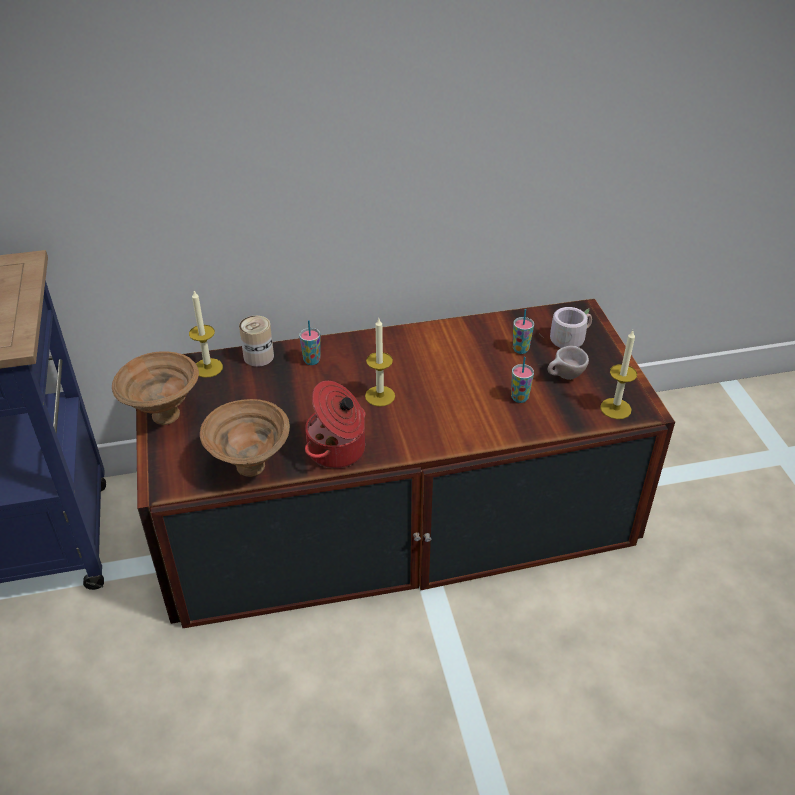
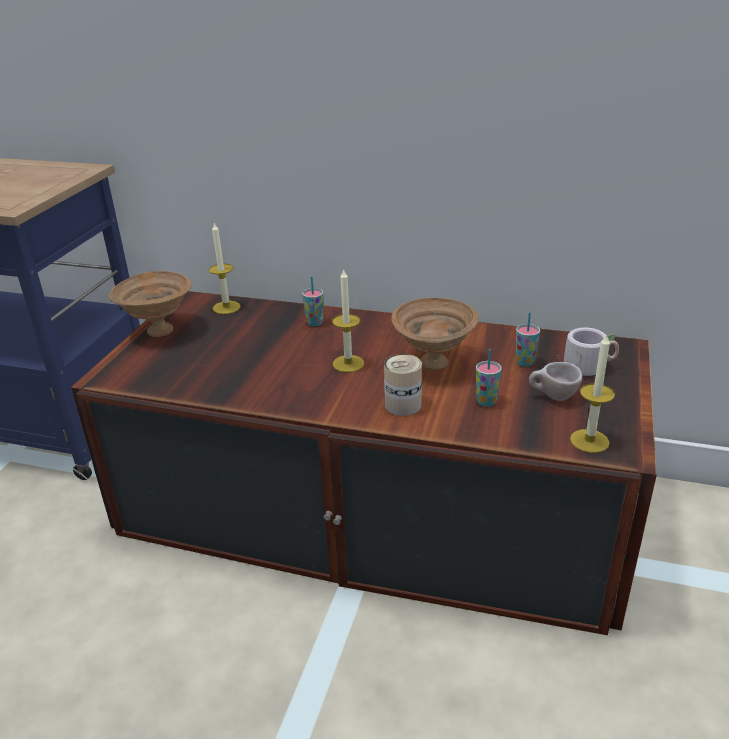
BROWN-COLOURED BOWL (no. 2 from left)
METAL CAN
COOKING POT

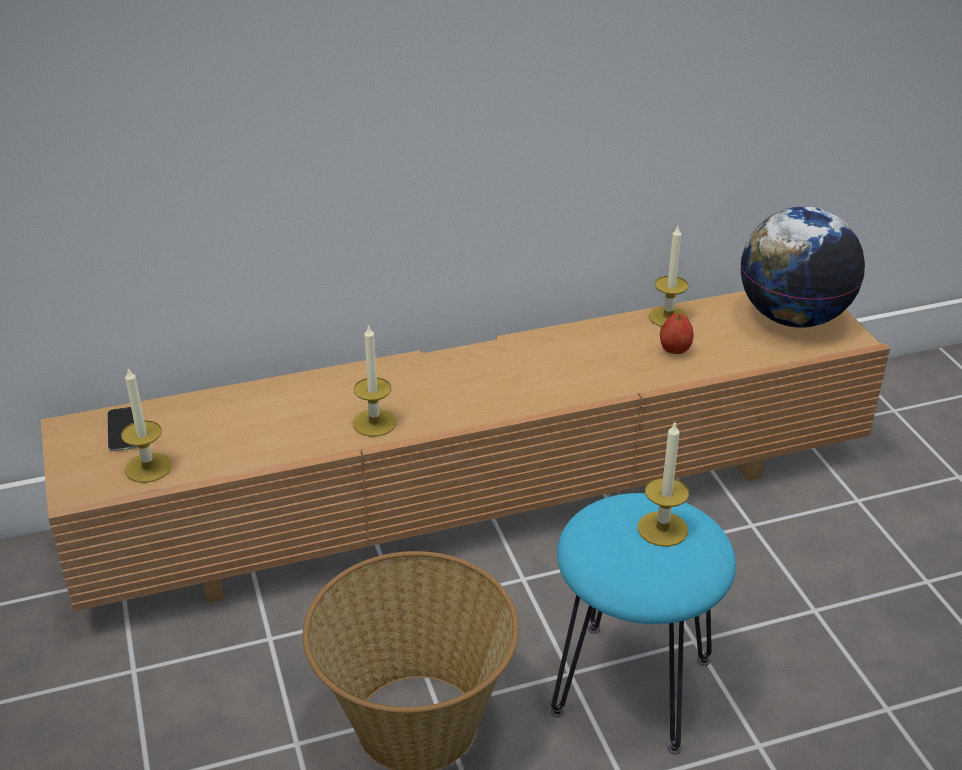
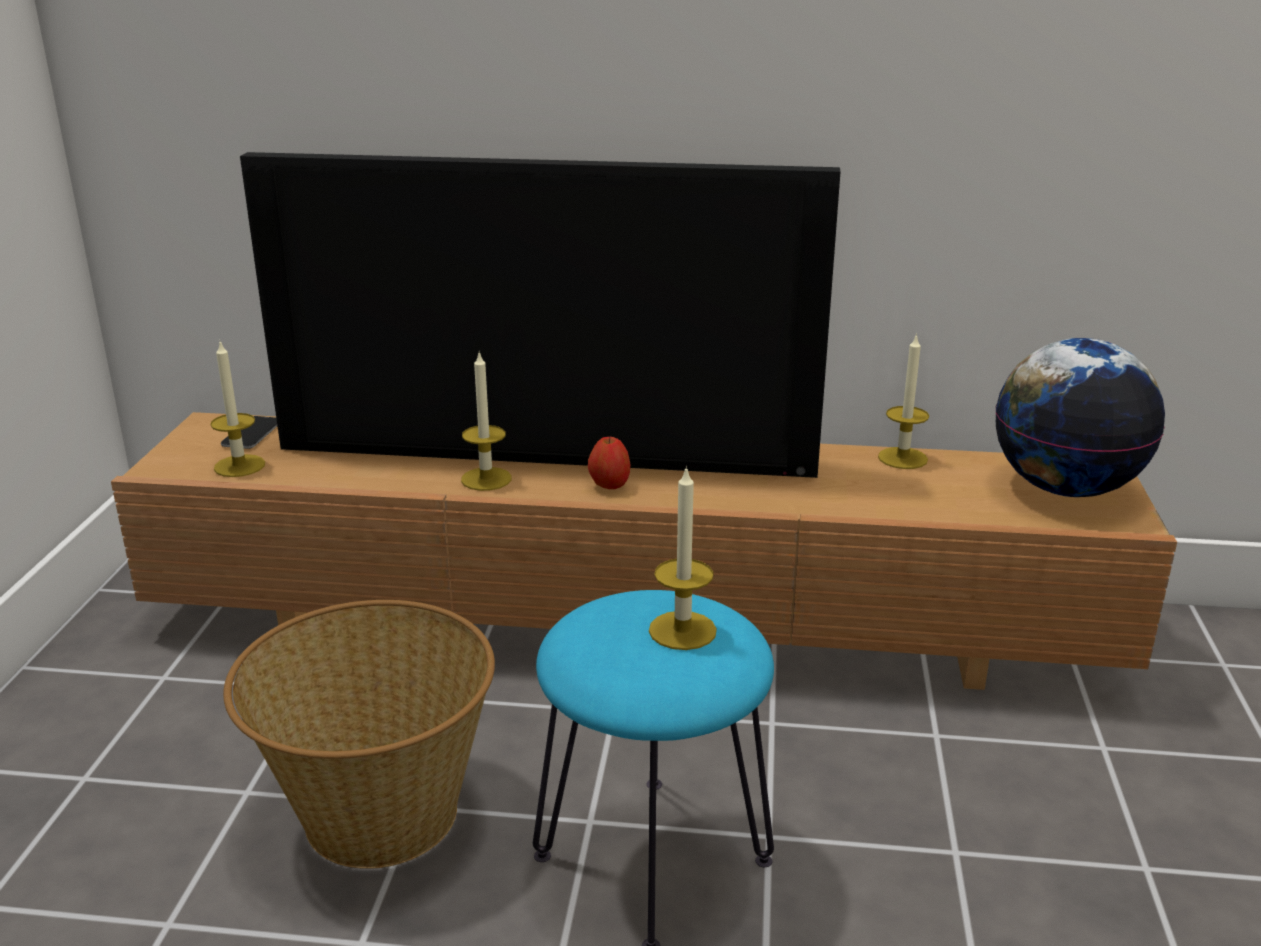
APPLE FRUIT
TV SET

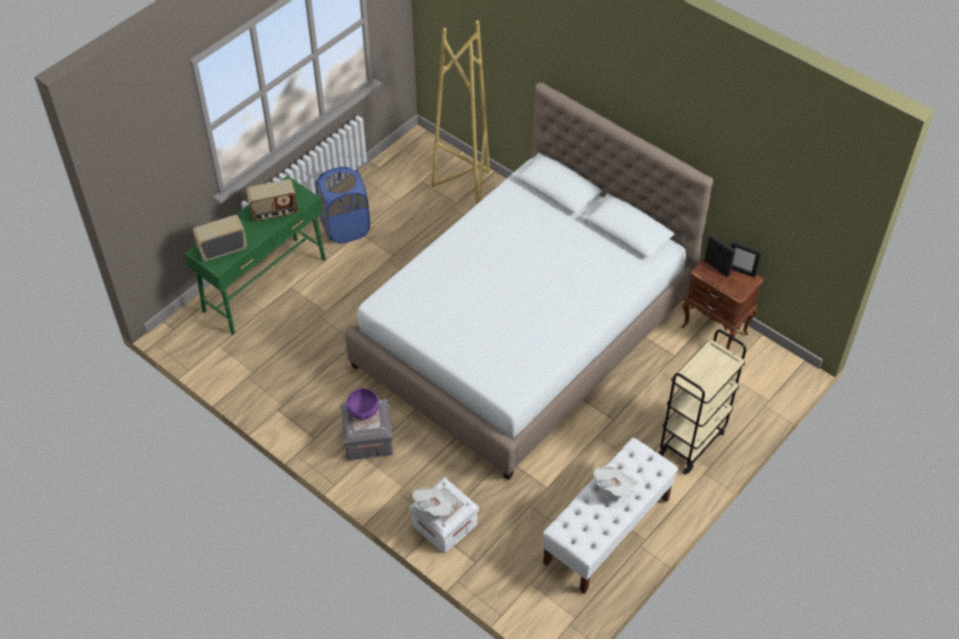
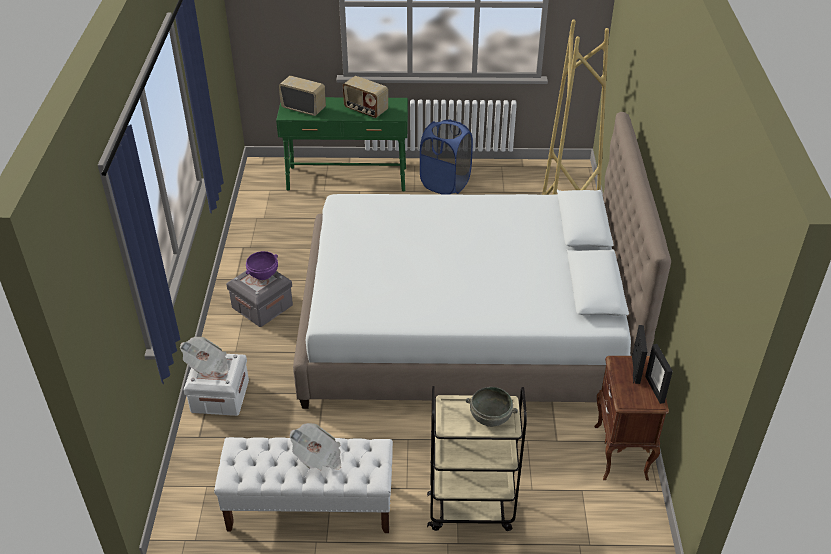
GREY BOWL

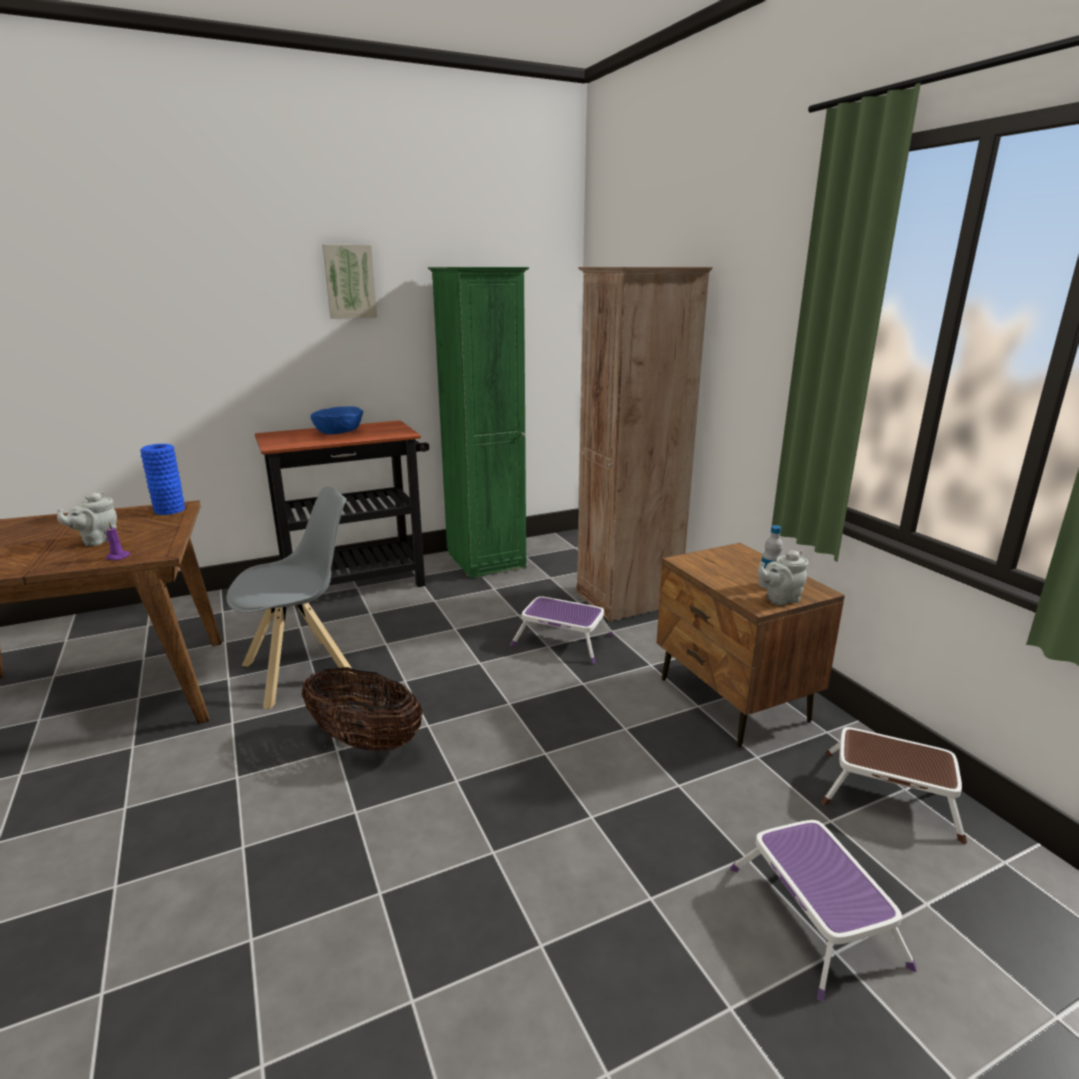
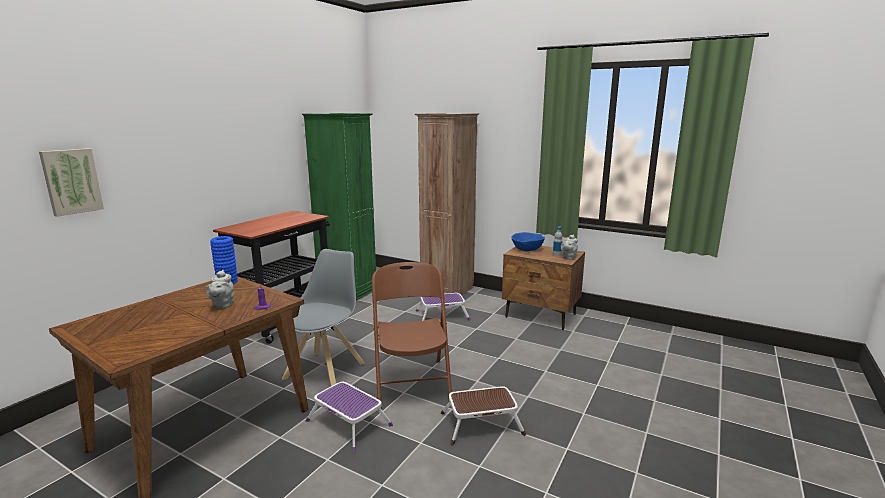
BROWN-COLOURED UPRIGHT CHAIR
BLUE BOWL
WALL ART
PURPLISH STEP LADDER (no. 1 from left)
BROWN-COLOURED STEP LADDER

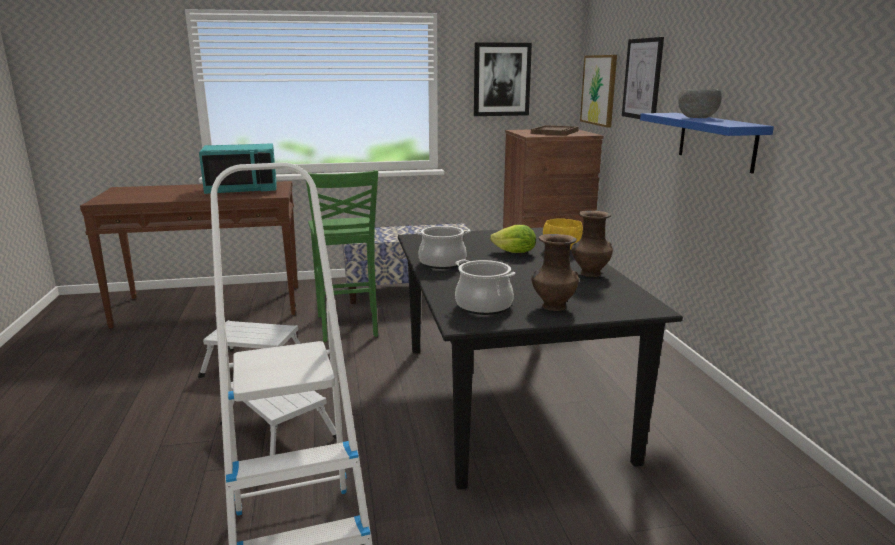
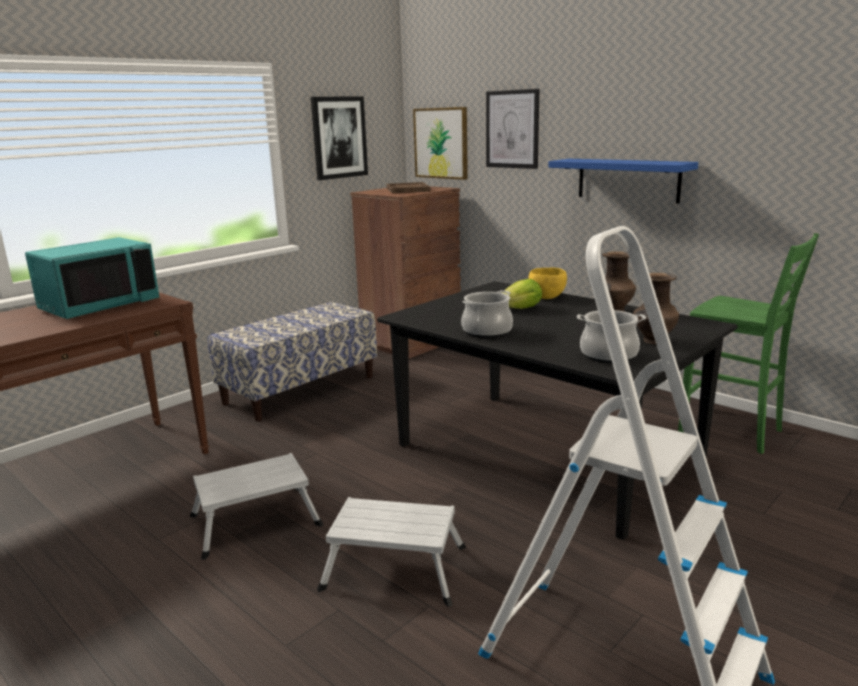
GREEN STOOL SEAT
GREY BOWL

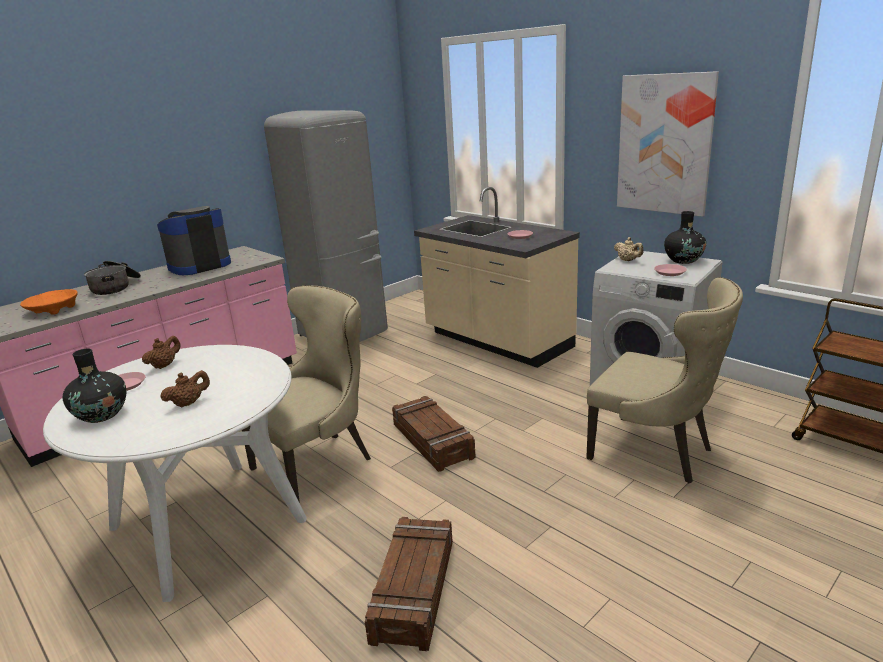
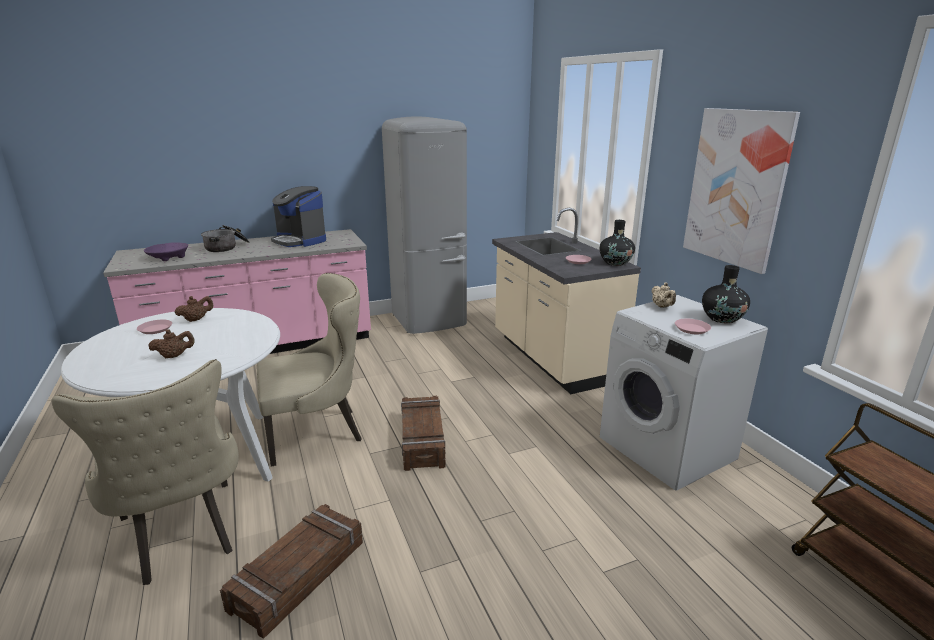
PURPLISH BOWL
BLACKISH FLOWER VASE (no. 1 from left)
COFFEE MACHINE
BEIGE UPRIGHT CHAIR (no. 1 from left)

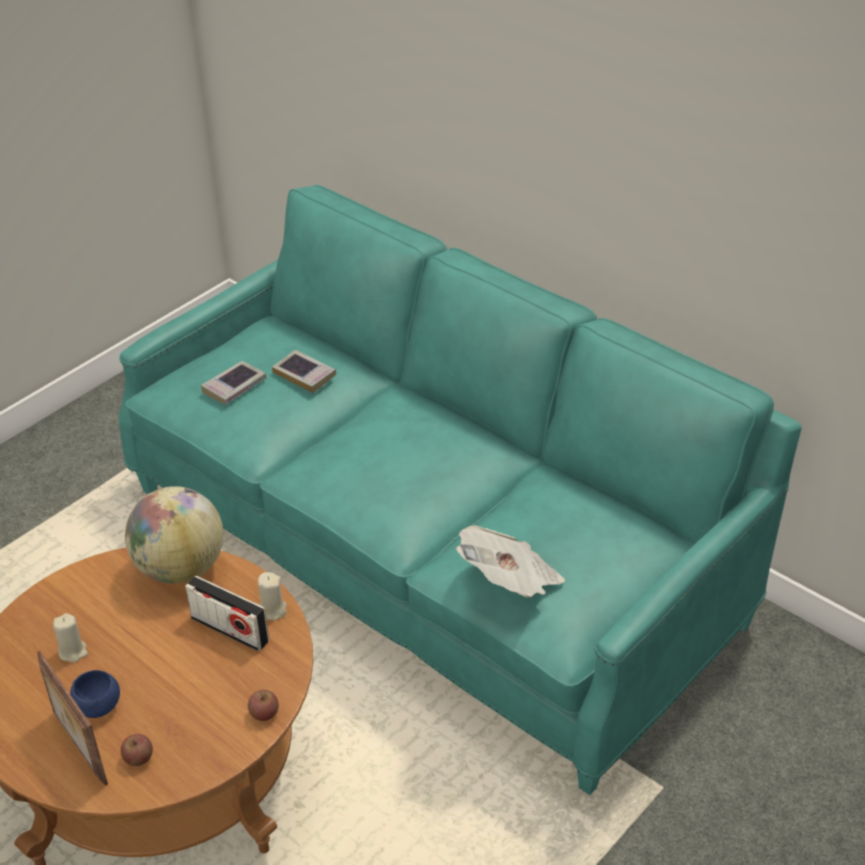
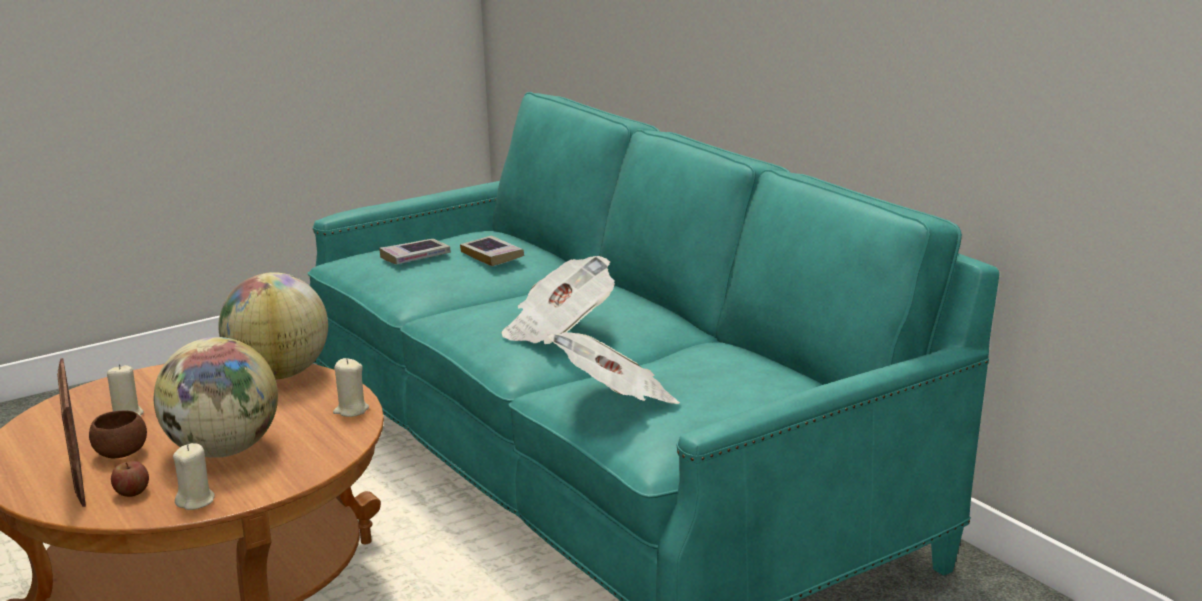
BROWN-COLOURED BOWL
RADIO
APPLE FRUIT (no. 2 from left in the first image)
WORLD GLOBE (no. 1 from left)
BEIGE WAX CANDLE (no. 2 from left)
PRINTED PAPER (no. 1 from left)

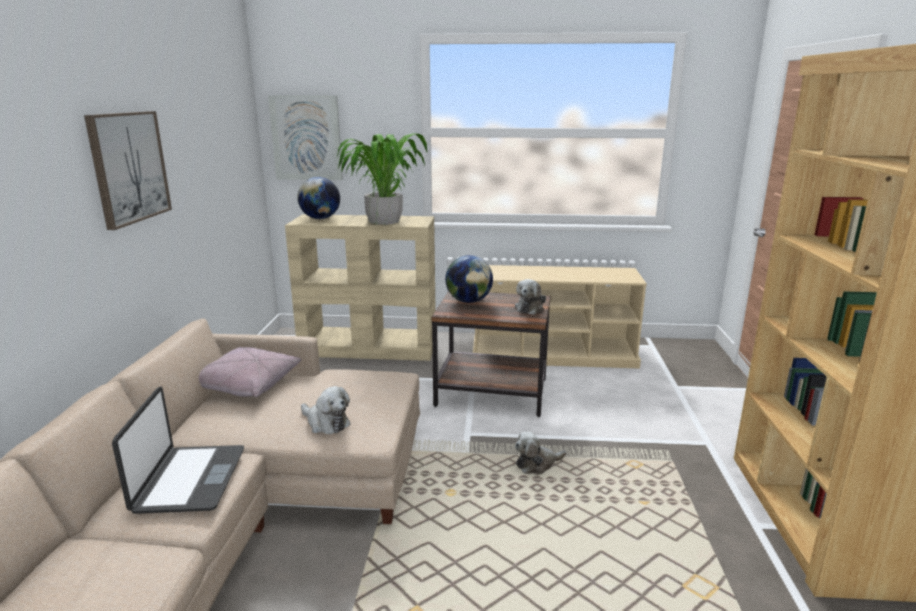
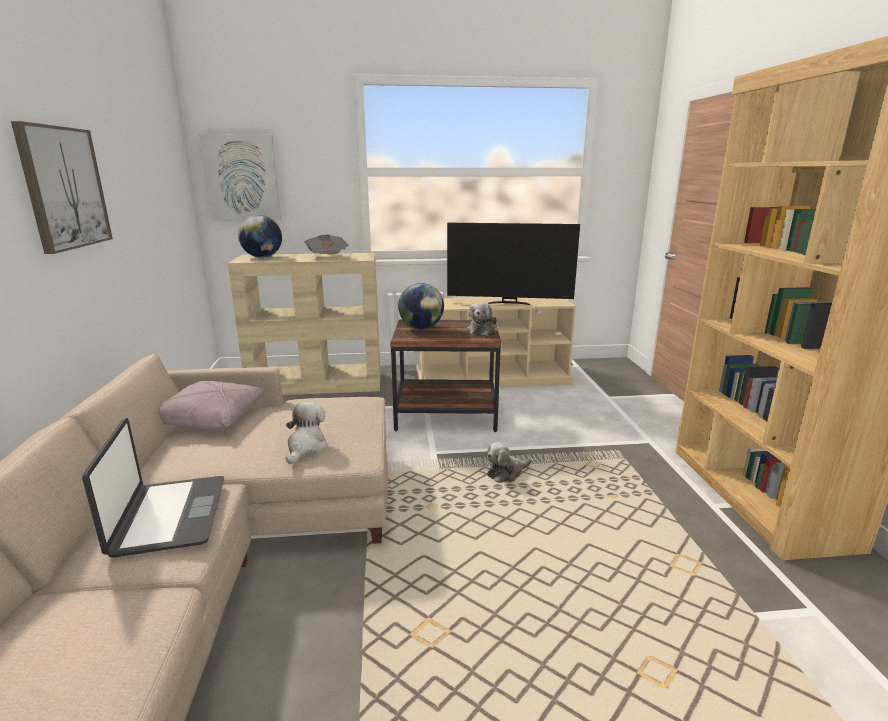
CUDDLY TOY (no. 1 from left)
PRINTED PAPER
TV SET

